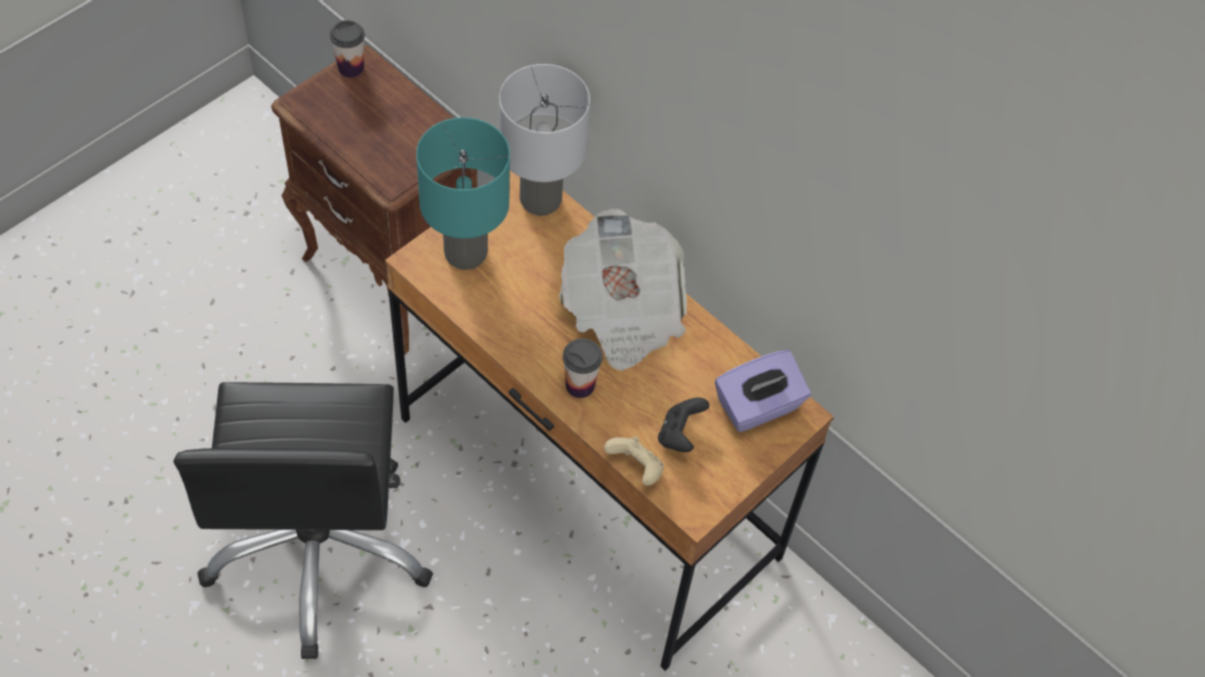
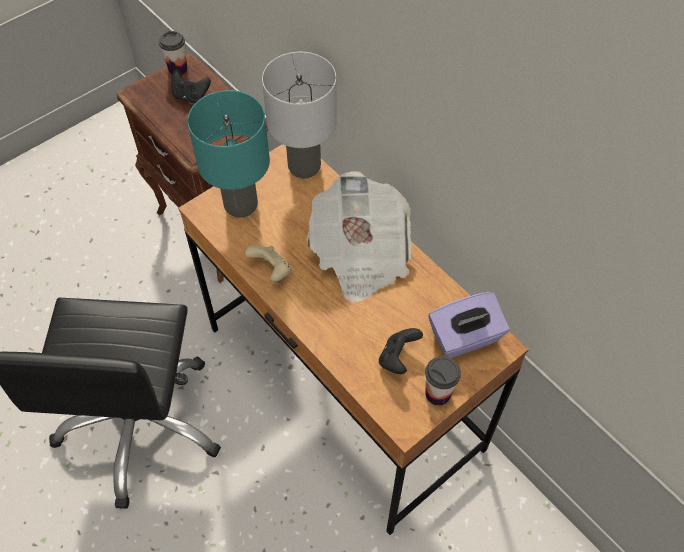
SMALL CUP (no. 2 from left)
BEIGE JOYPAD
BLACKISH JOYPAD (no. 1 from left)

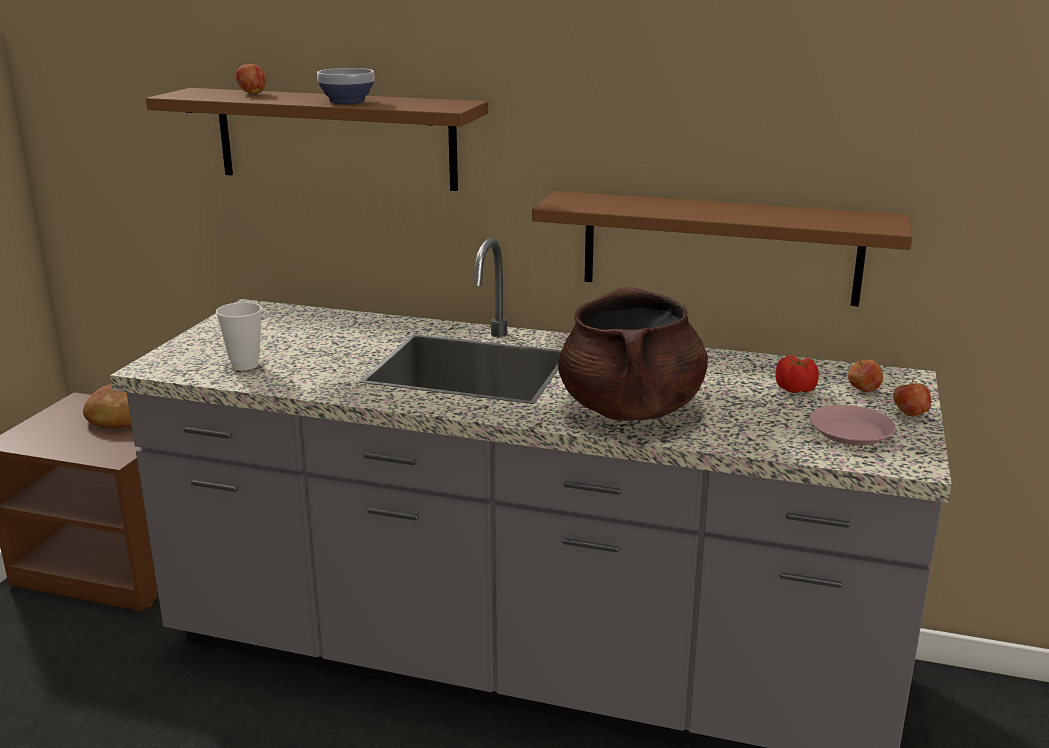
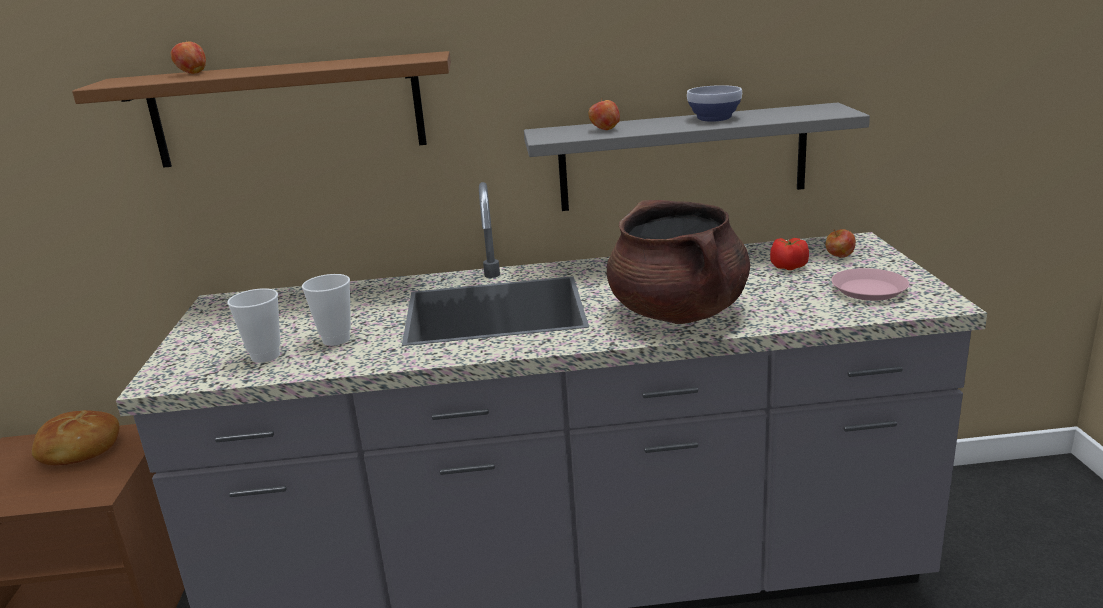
BOWL
GREY SHELF
APPLE FRUIT (no. 2 from left)
SMALL CUP (no. 2 from left)

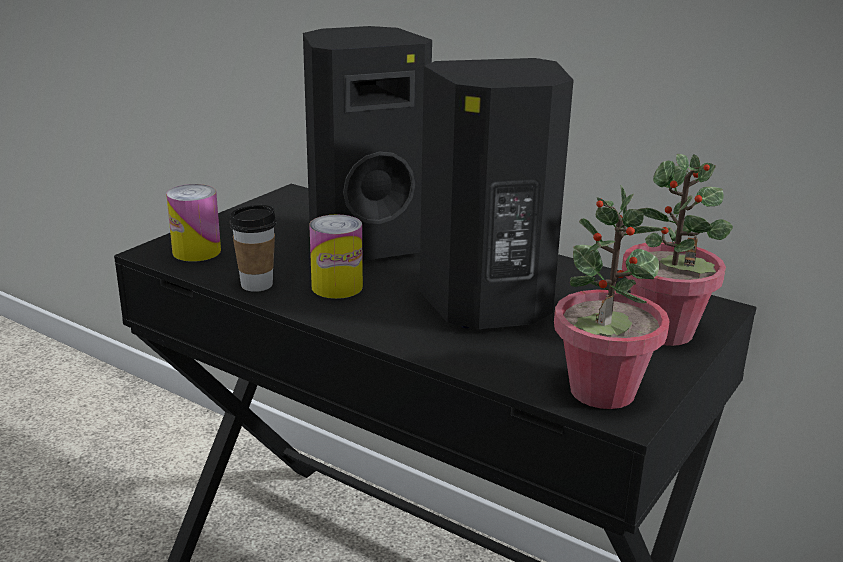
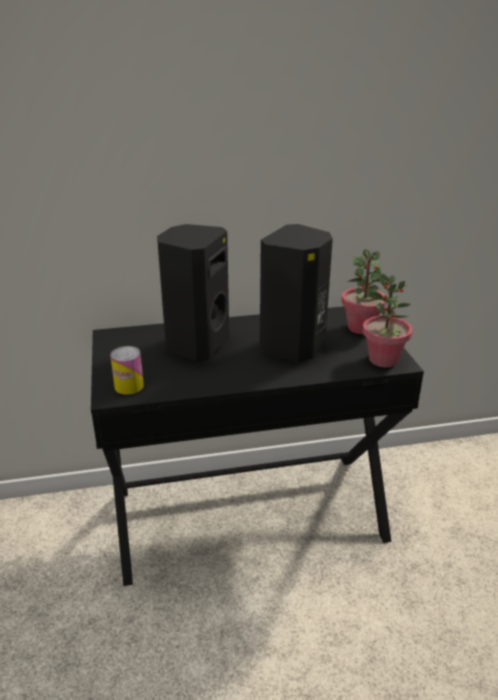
SMALL CUP
METAL CAN (no. 2 from left in the first image)

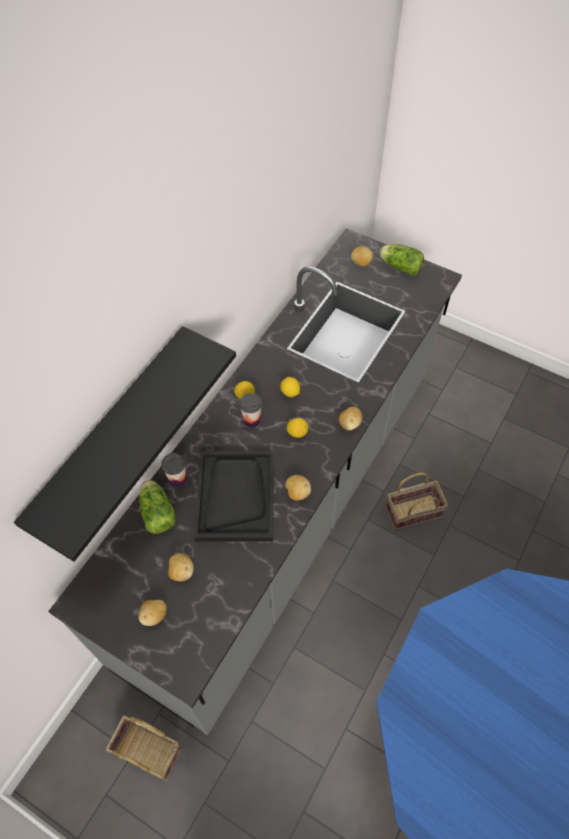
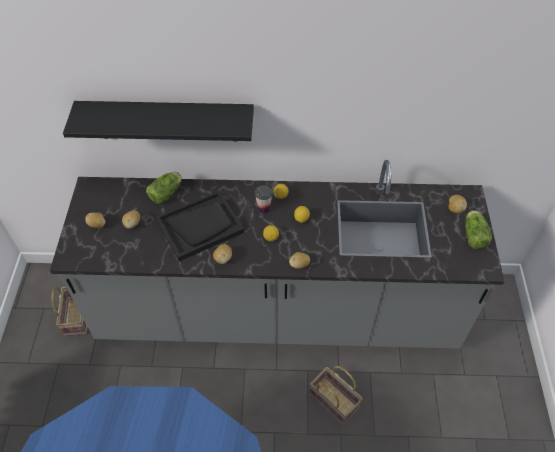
SMALL CUP (no. 1 from left in the first image)

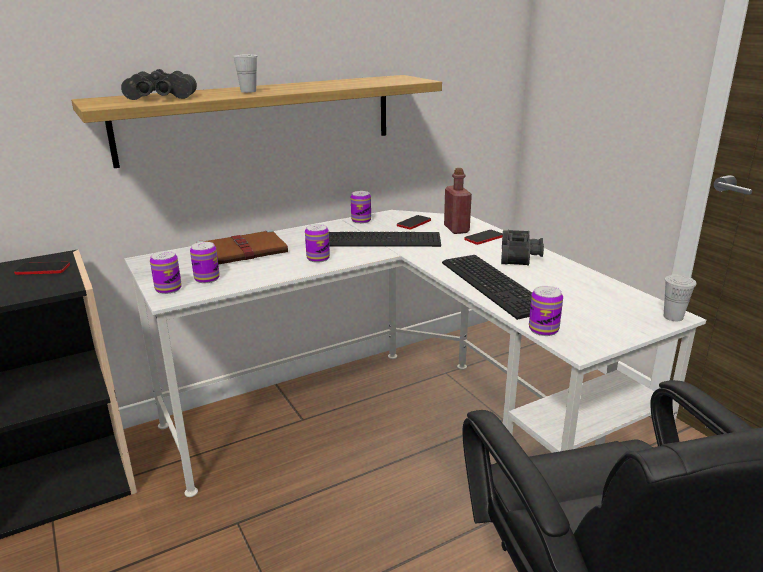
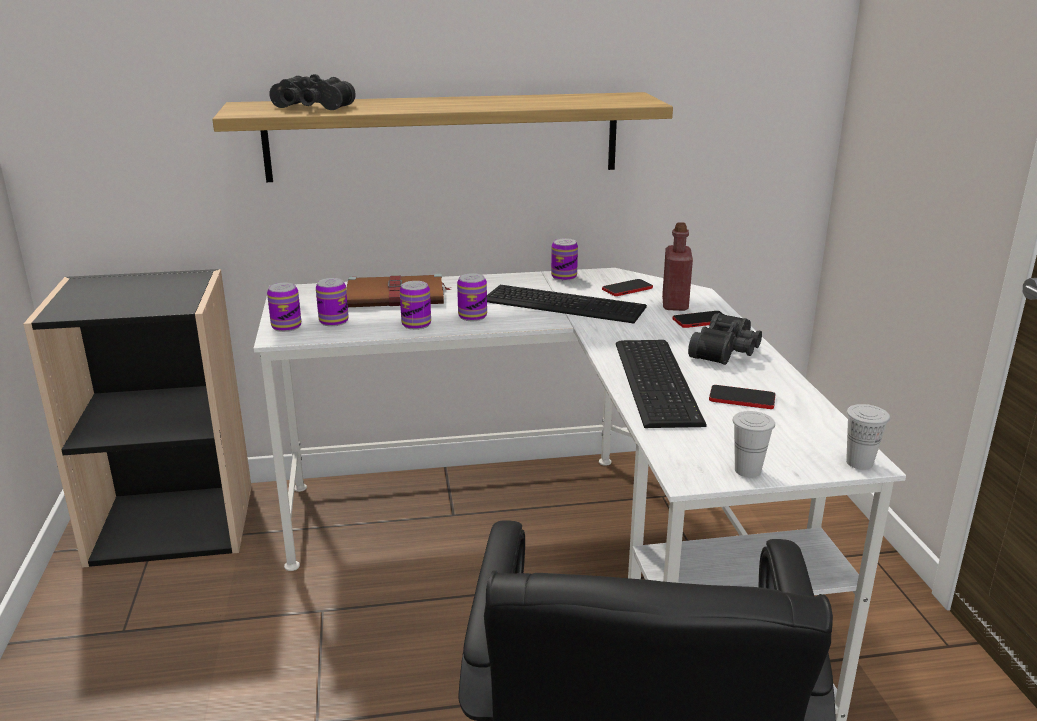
TELEPHONE (no. 3 from left)
WHITE SMALL CUP (no. 1 from left)
METAL CAN (no. 3 from left)

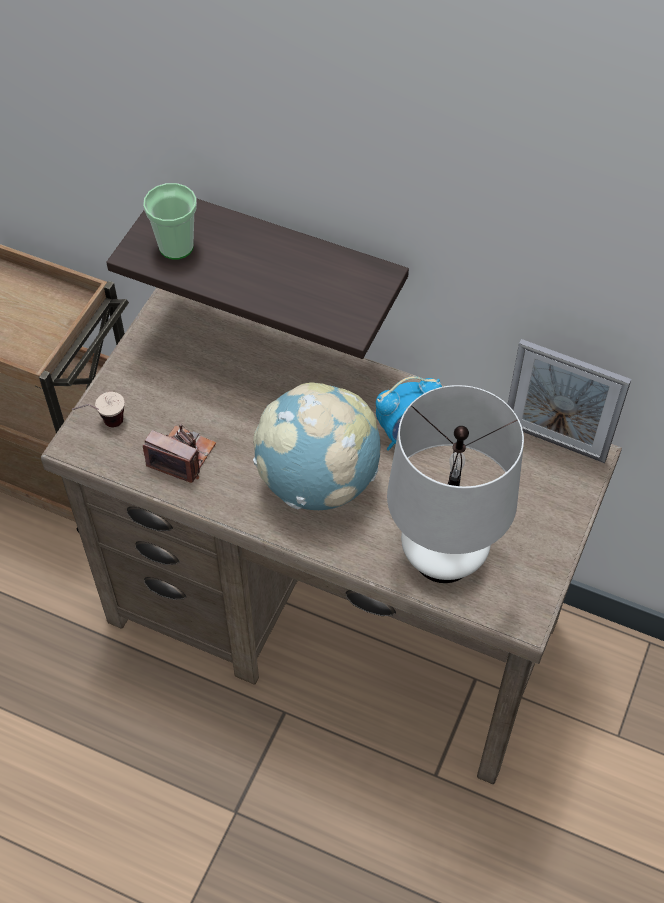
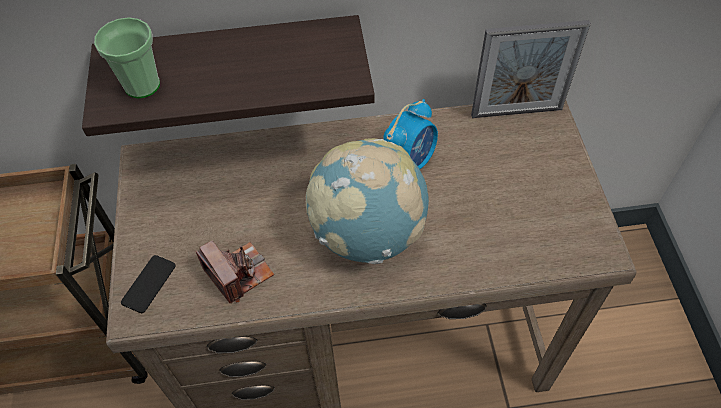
TELEPHONE
STILL CAMERA
WHITE TABLE LAMP

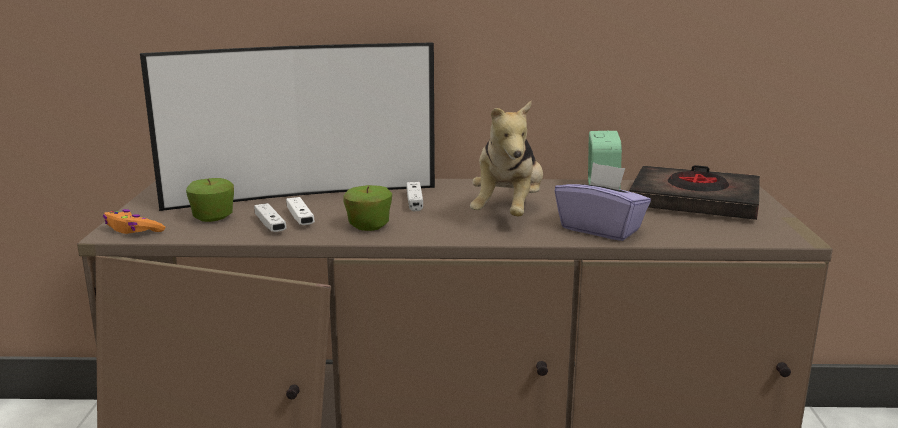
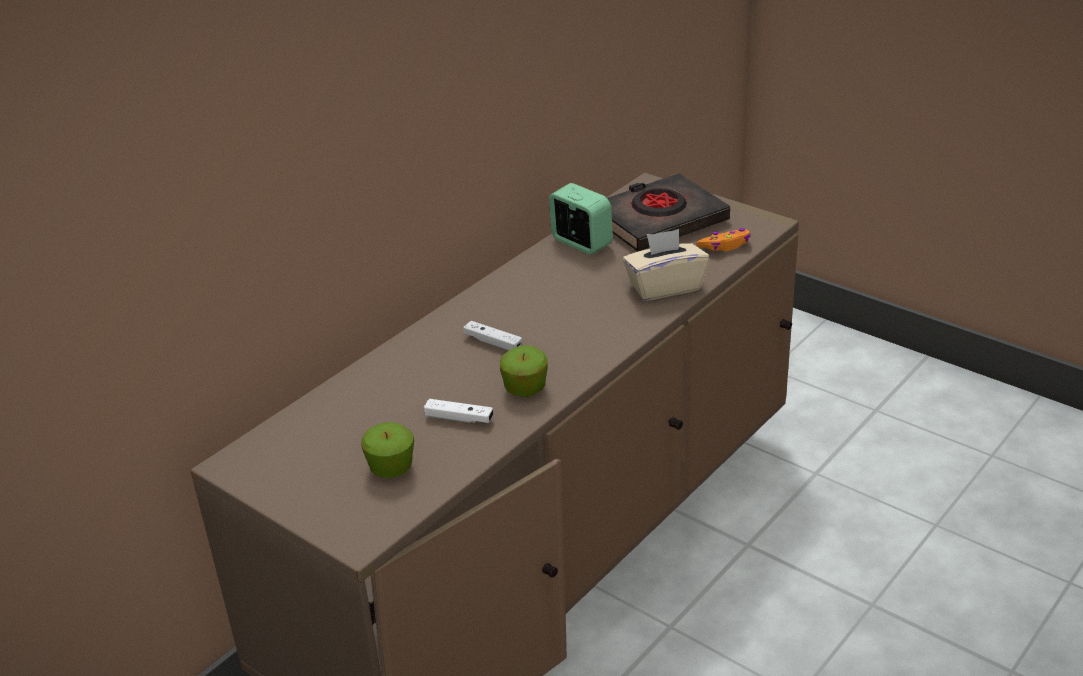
ORANGEY JOYPAD
TV SET
WHITE JOYPAD (no. 1 from left in the first image)
CUDDLY TOY
BEIGE TISSUE BOX

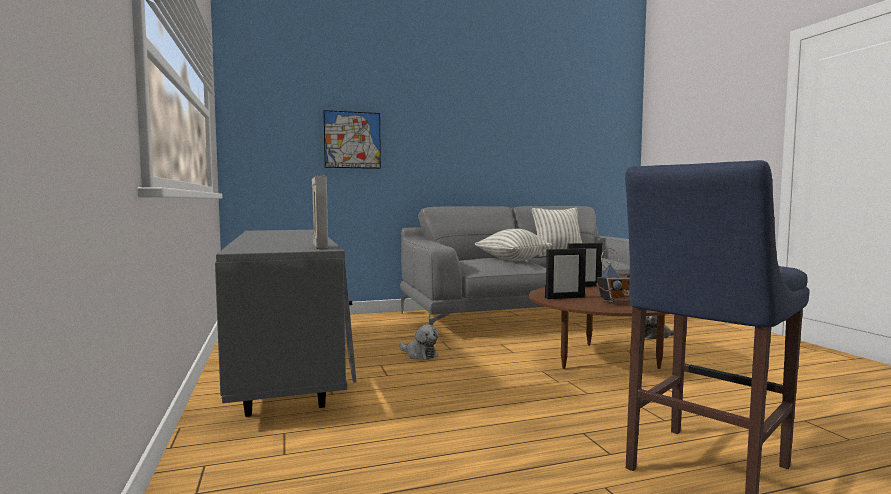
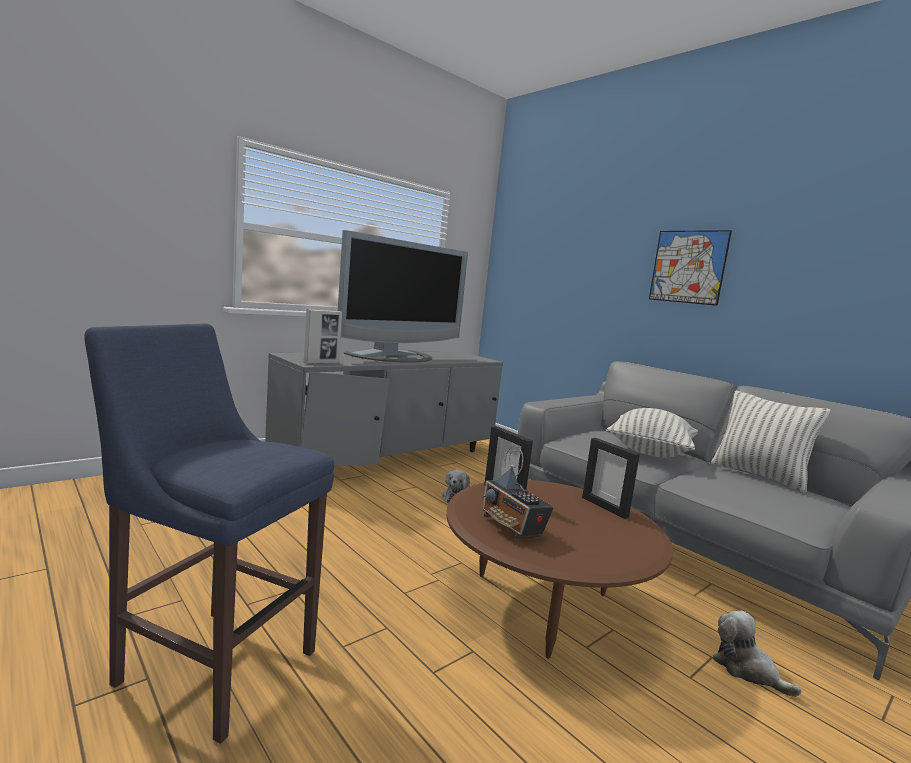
WALL ART
TV SET

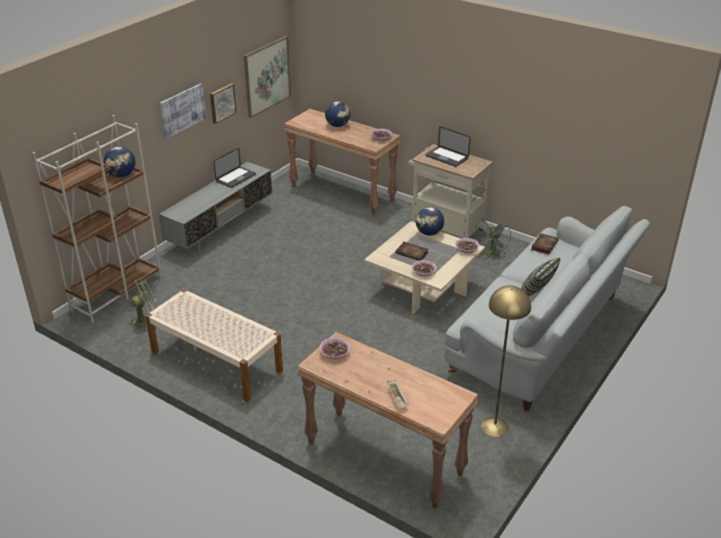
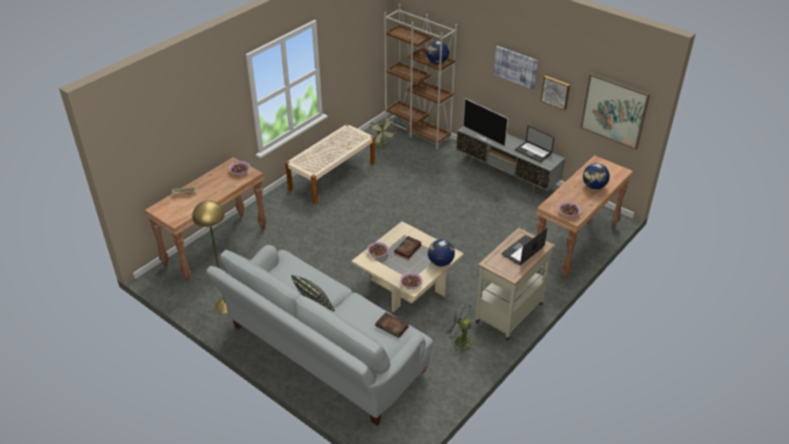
TV SET

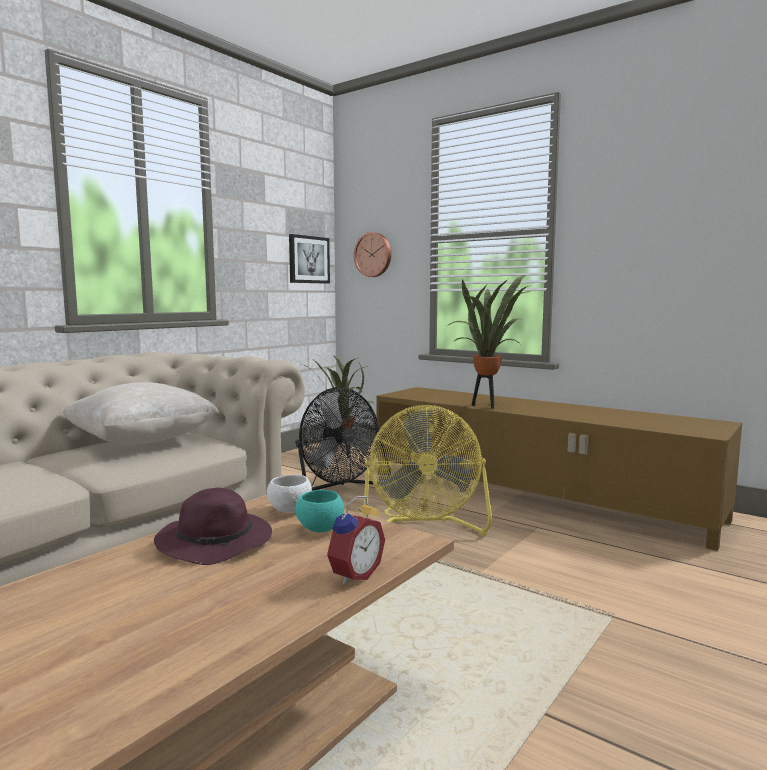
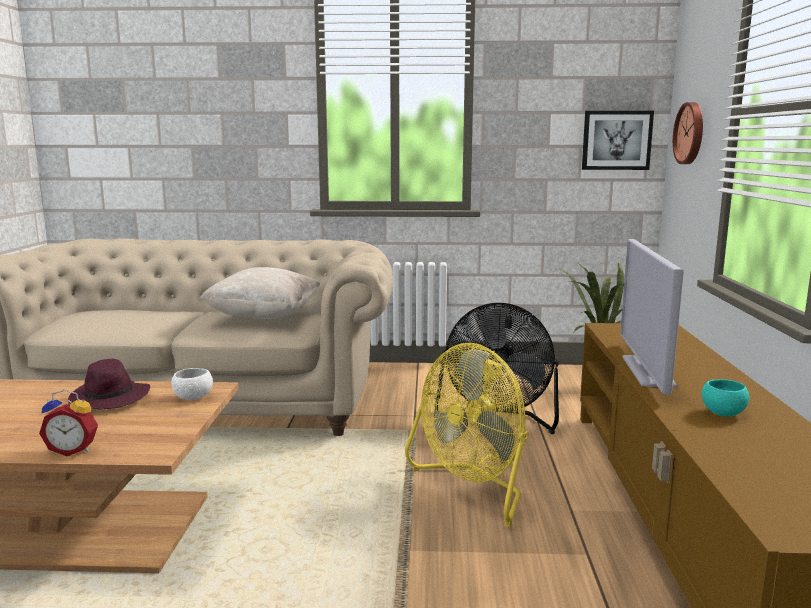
TURQUOISE BOWL
TV SET

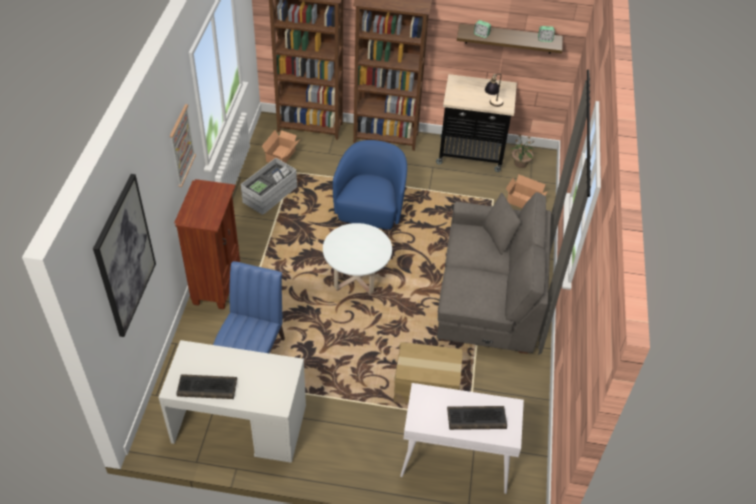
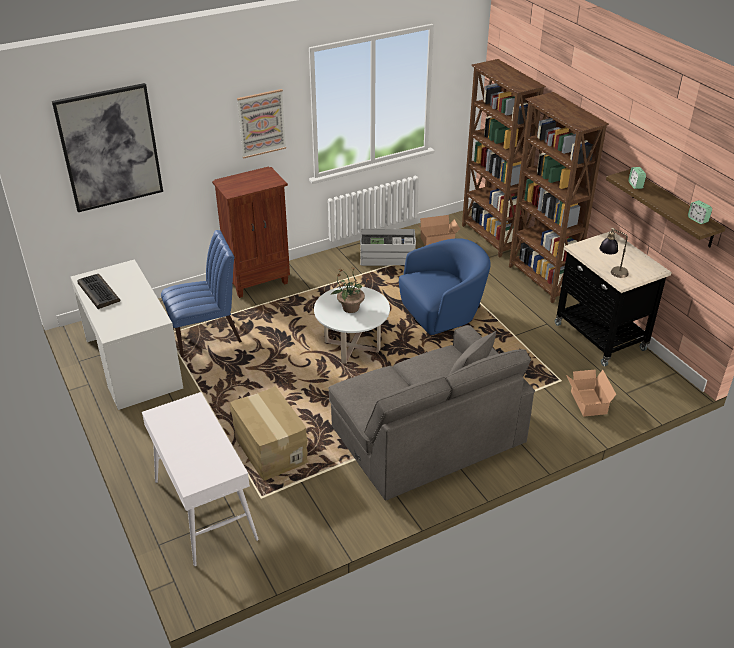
KEYBOARD (no. 2 from left in the first image)
HOUSEPLANT

